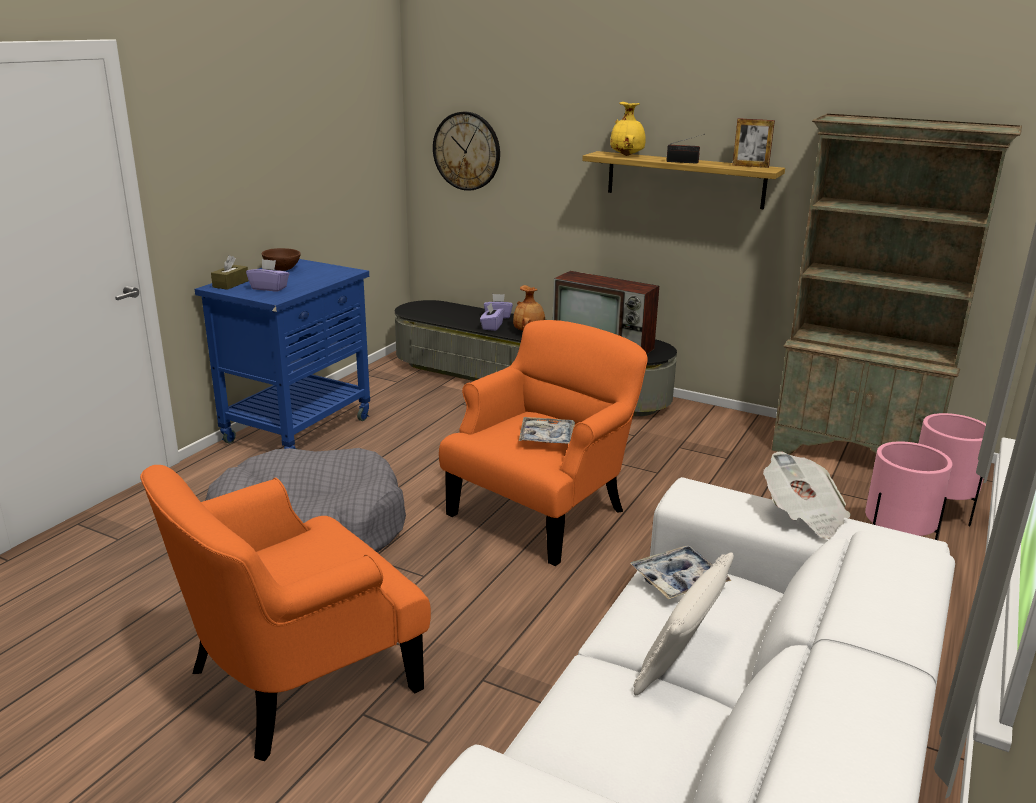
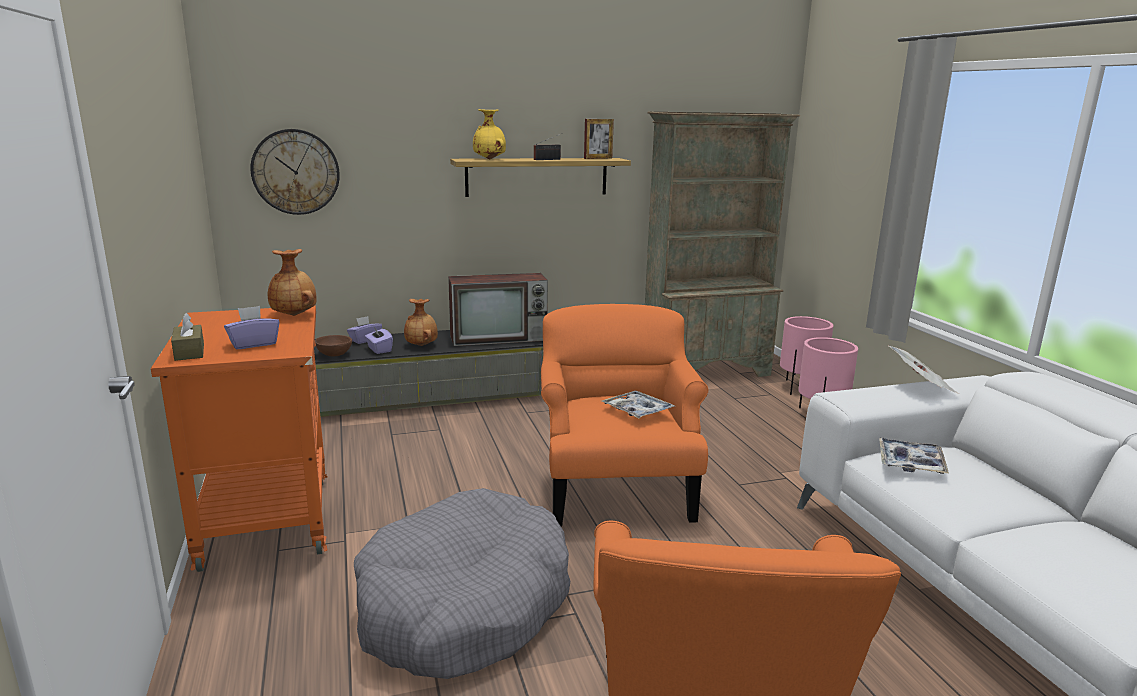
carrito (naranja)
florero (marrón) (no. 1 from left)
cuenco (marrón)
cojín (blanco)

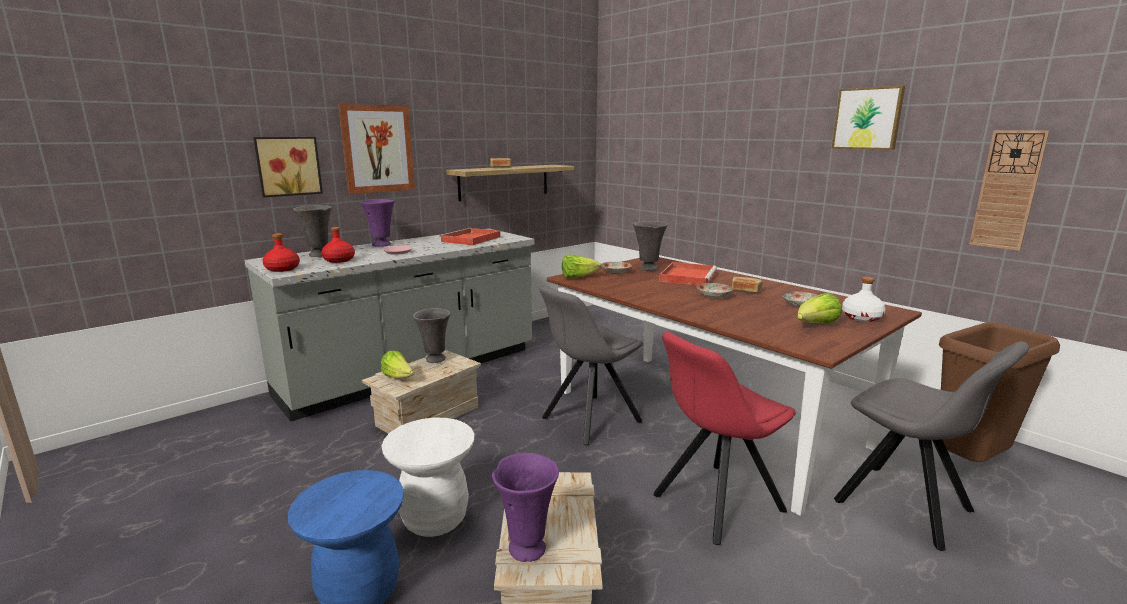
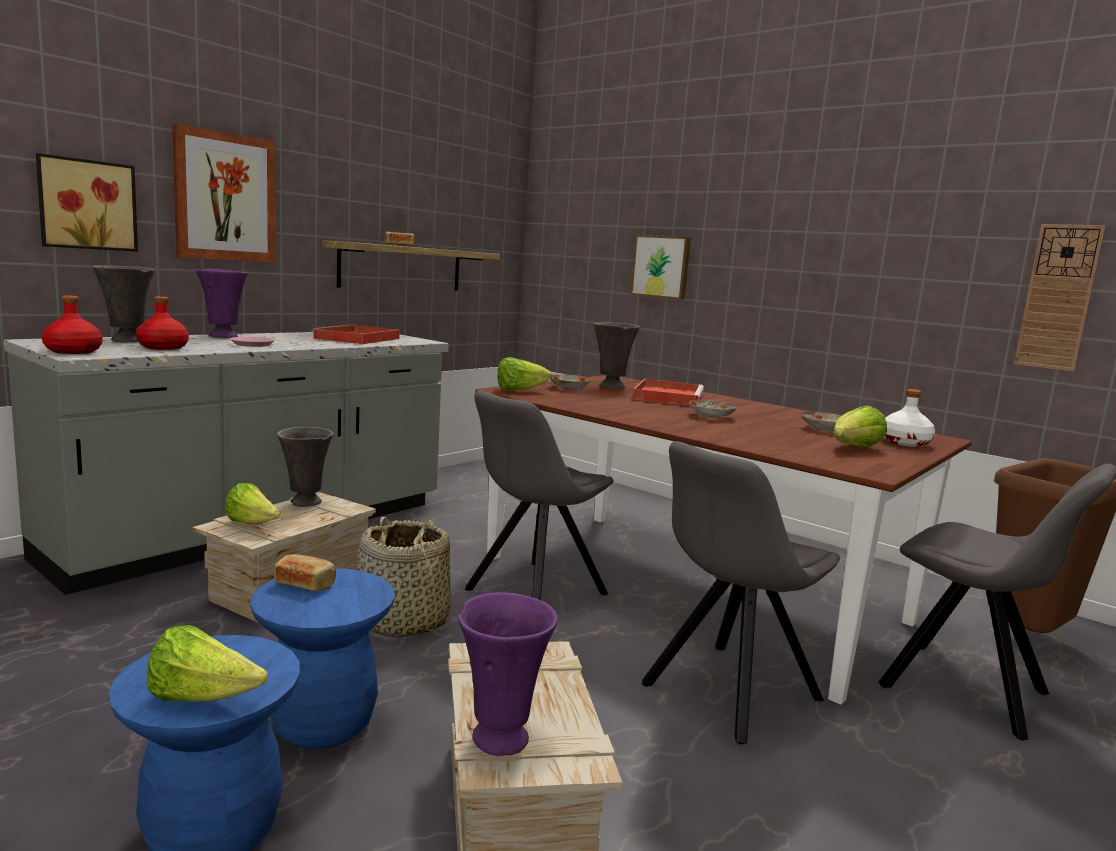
lechuga (no. 1 from left)
taburete (azul) (no. 2 from left)
pan (no. 1 from left)
cesta
cuadro (no. 3 from left)
silla (gris) (no. 2 from left)

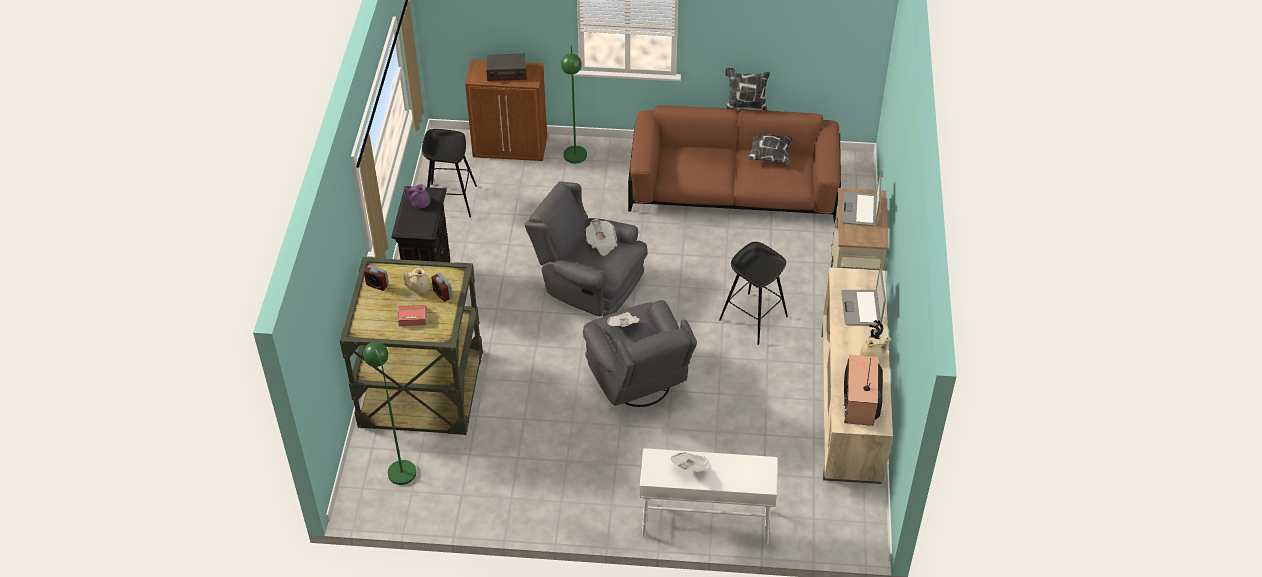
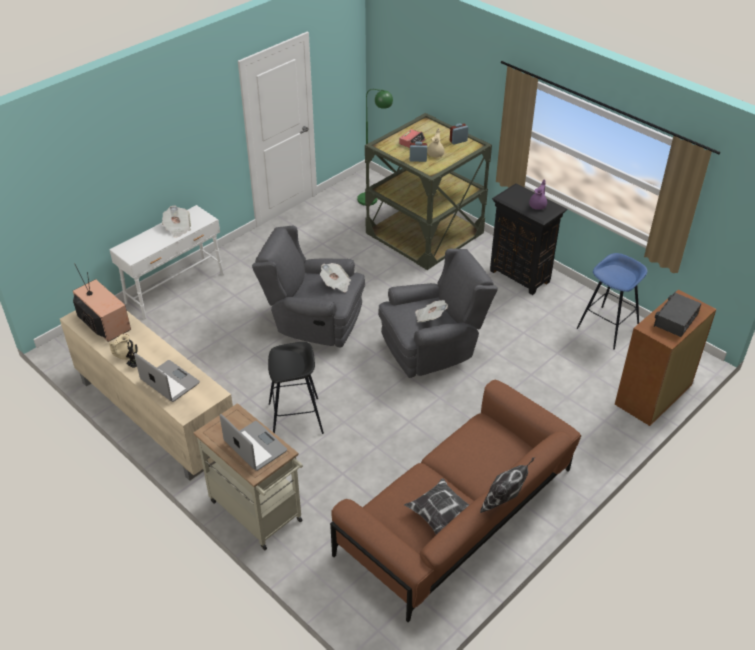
taburete (azul)
lámpara de pie (verde) (no. 2 from left in the first image)

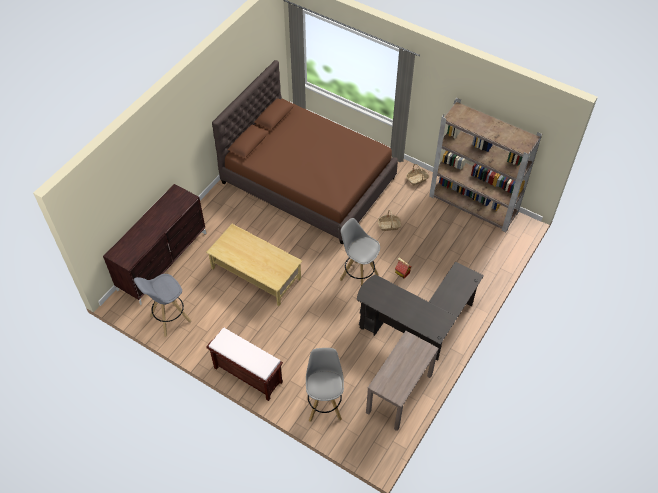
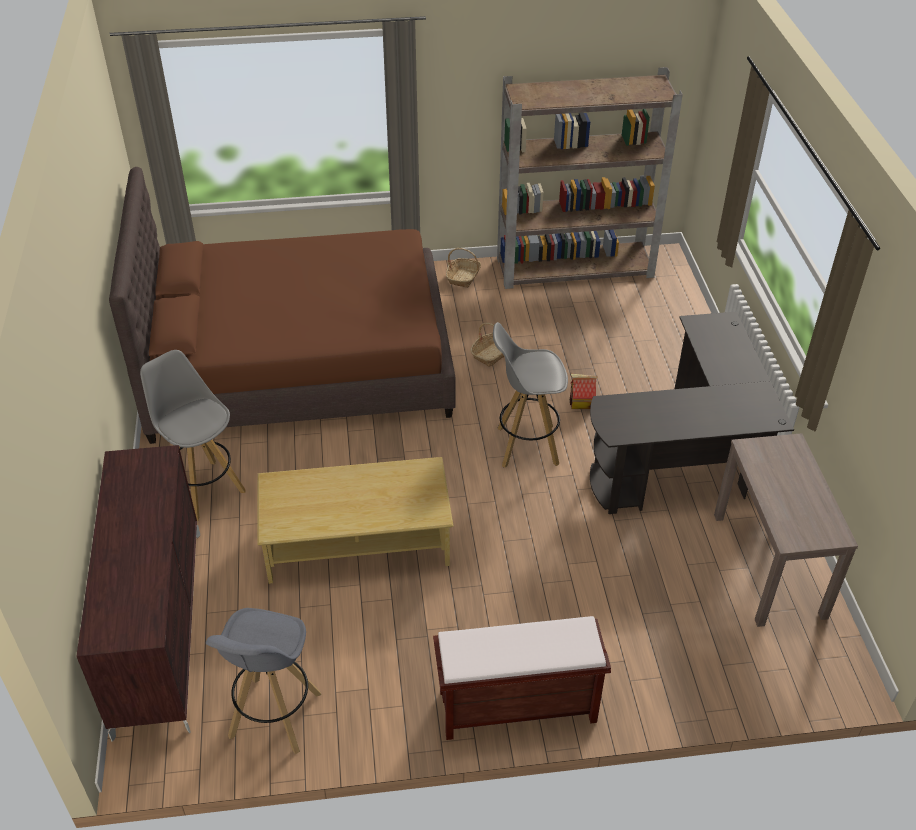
taburete (gris) (no. 1 from left)

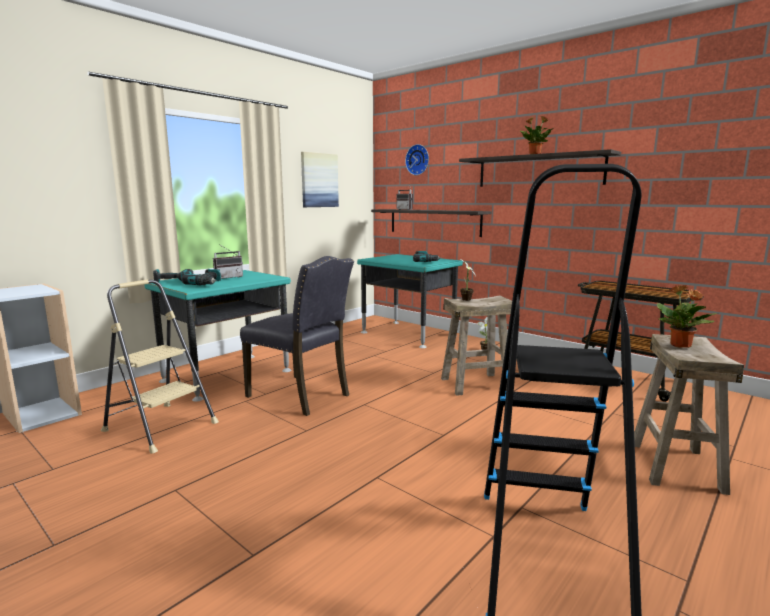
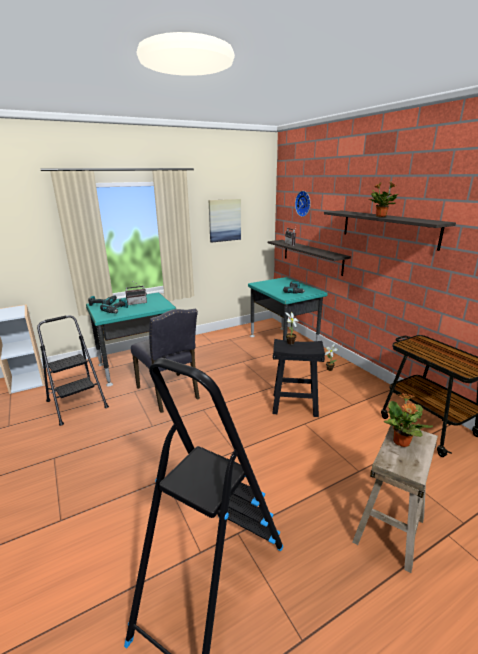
escalera de tijera (negro) (no. 1 from left)
taburete (negro)

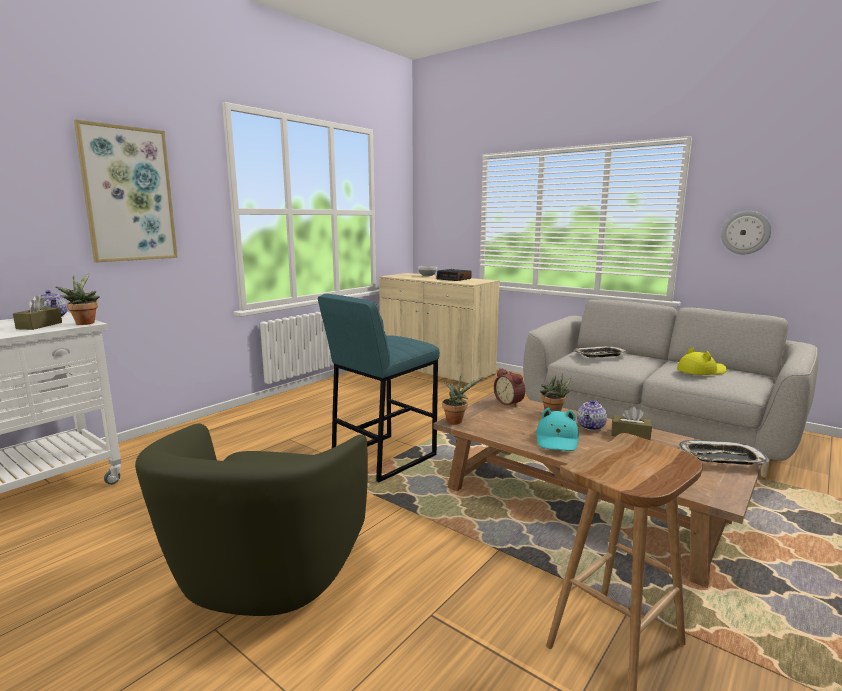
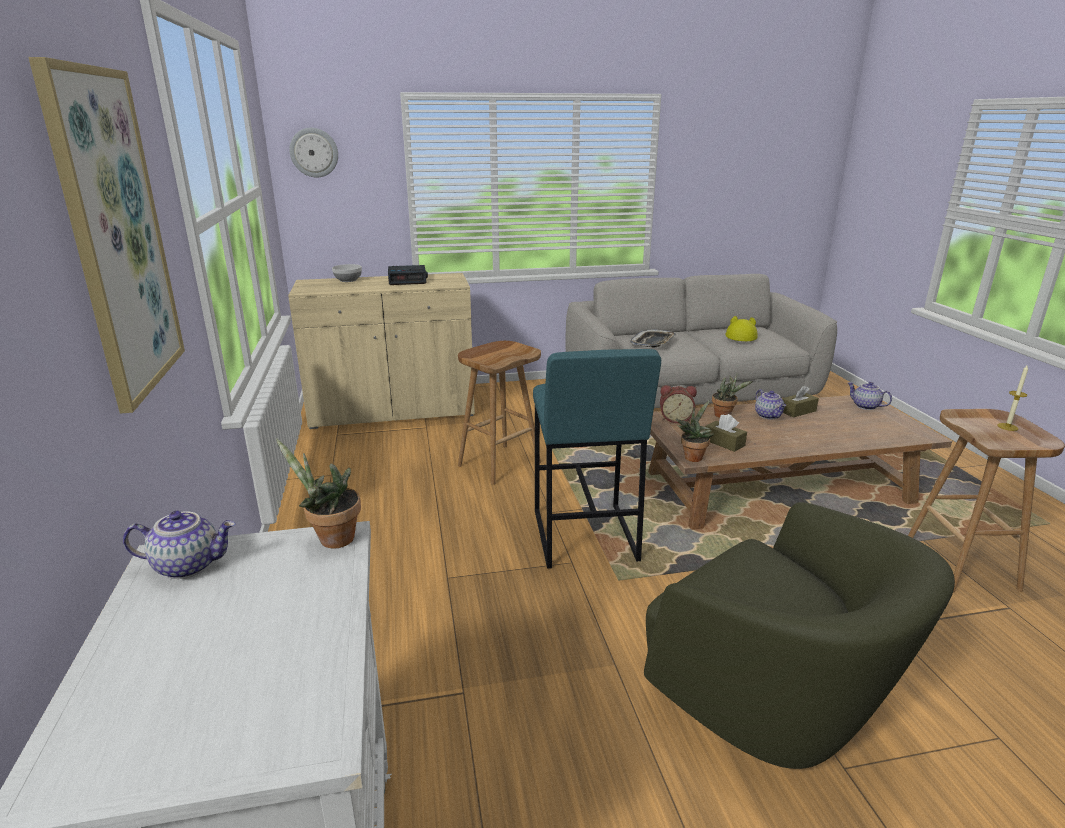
reloj de pared
taburete (marrón) (no. 1 from left)
caja de pañuelos (marrón) (no. 1 from left)
tetera (no. 3 from left)
vela
sombrero (turquesa)

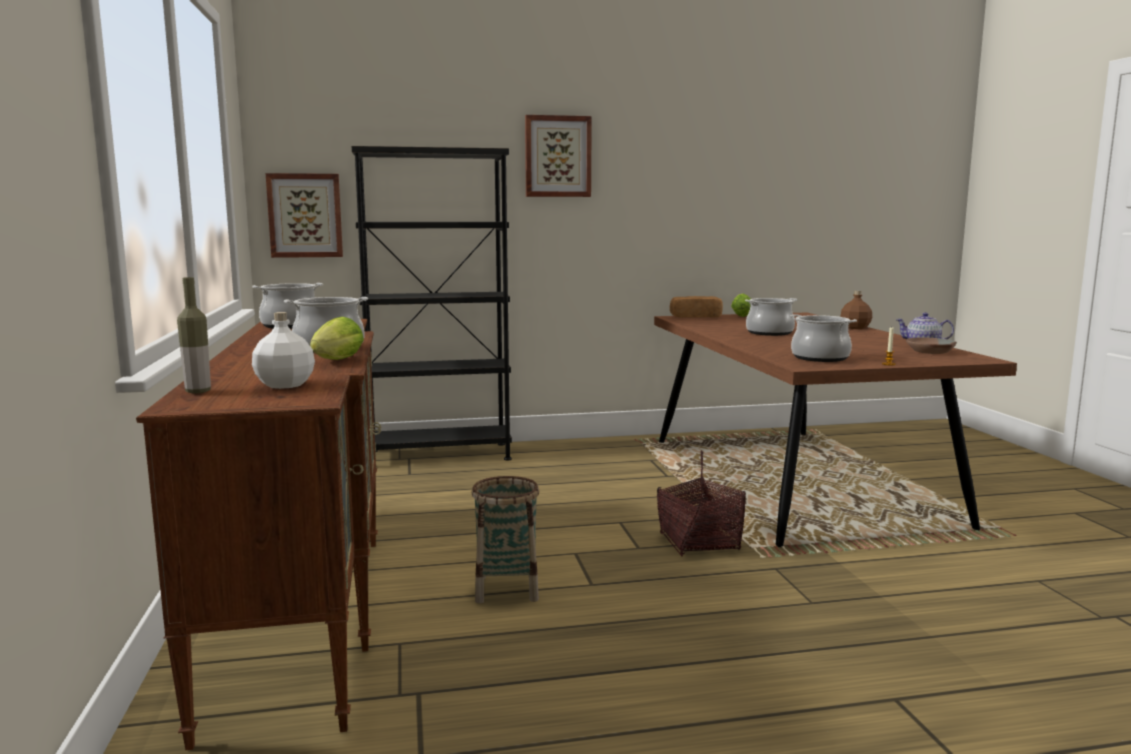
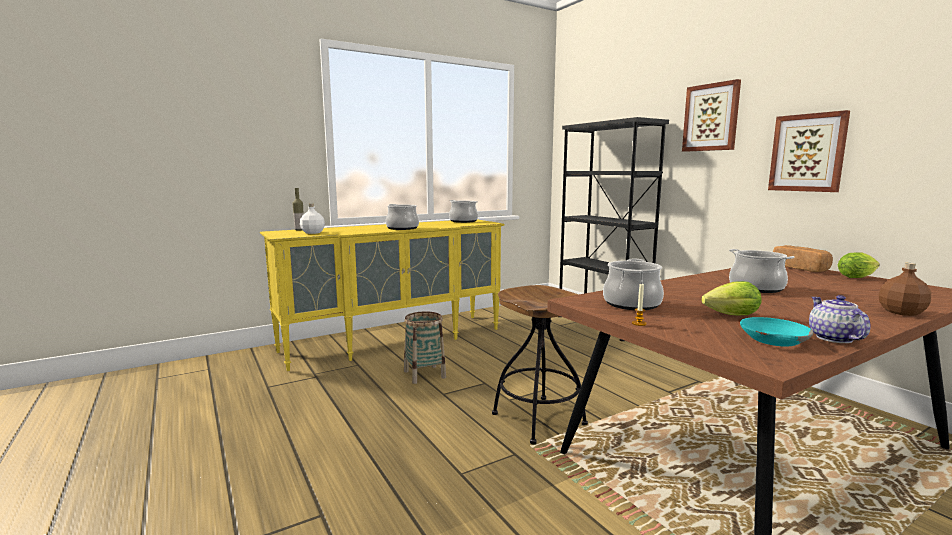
armario (amarillo)
taburete (marrón)
lechuga (no. 1 from left)
cuenco (turquesa)
cuadro (no. 2 from left)

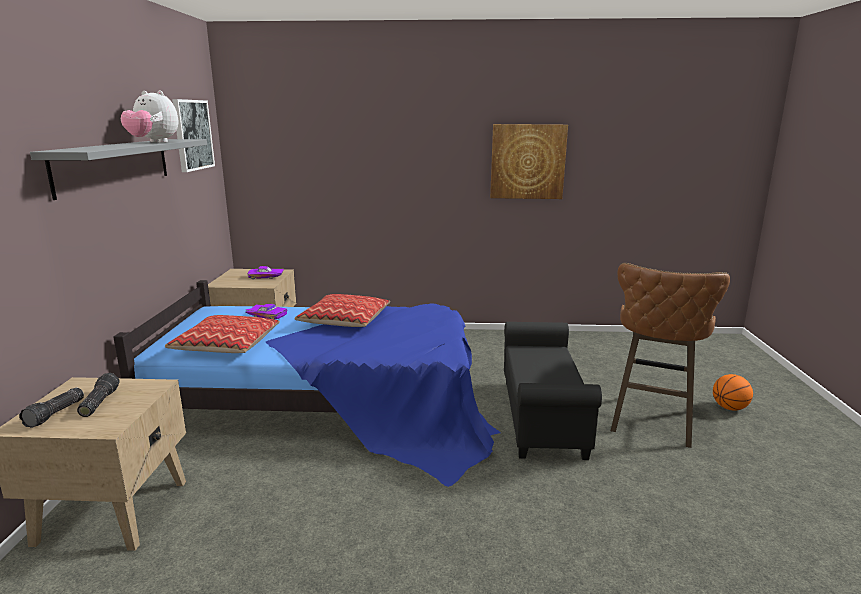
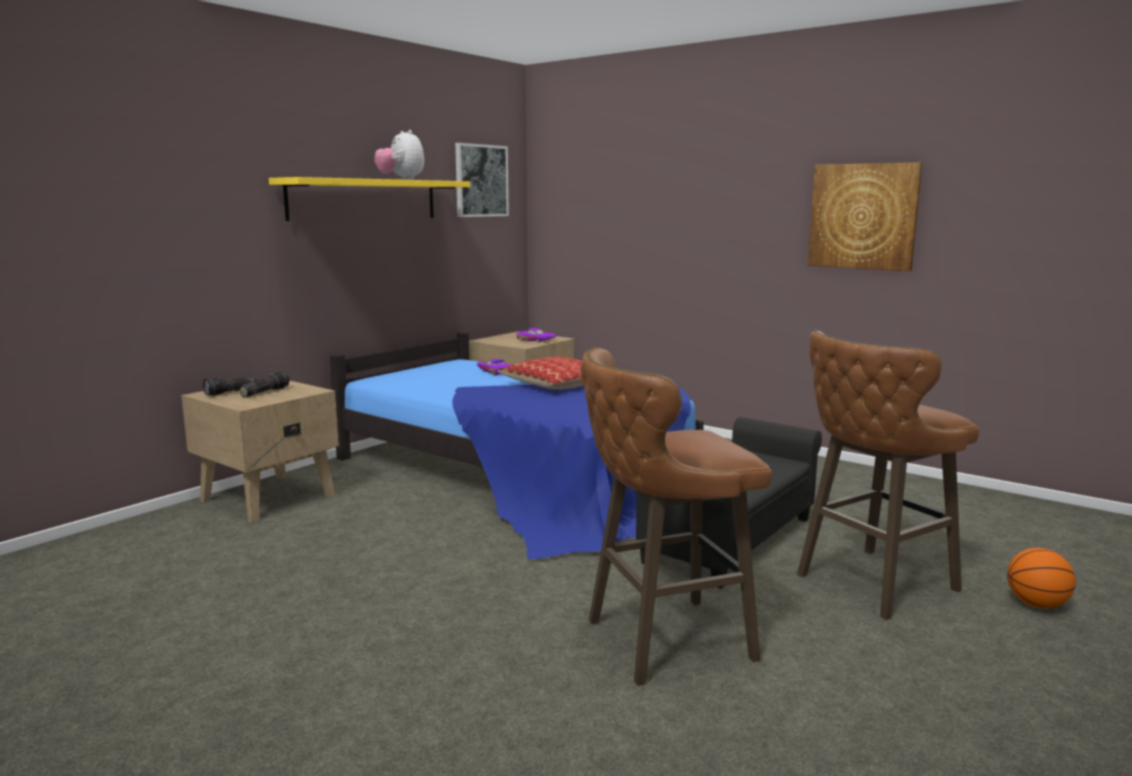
estante (amarillo)
taburete (marrón) (no. 1 from left)
cojín (no. 1 from left in the first image)

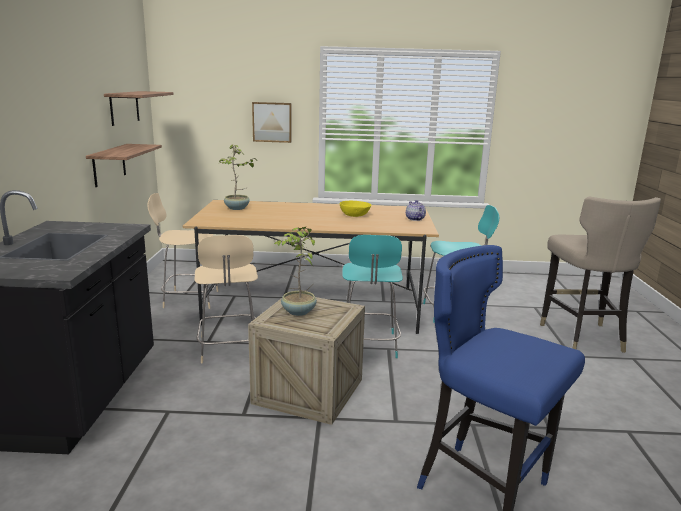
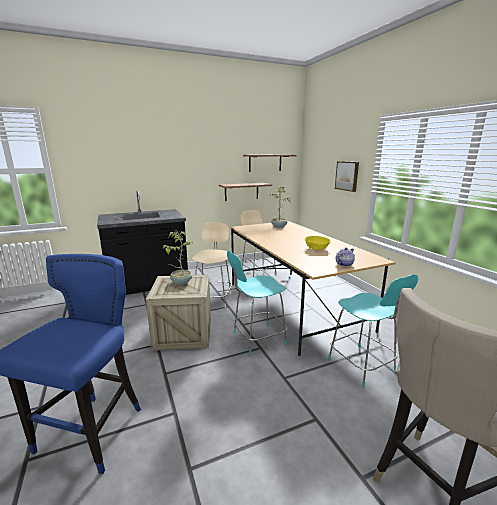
silla (beis) (no. 1 from left)

